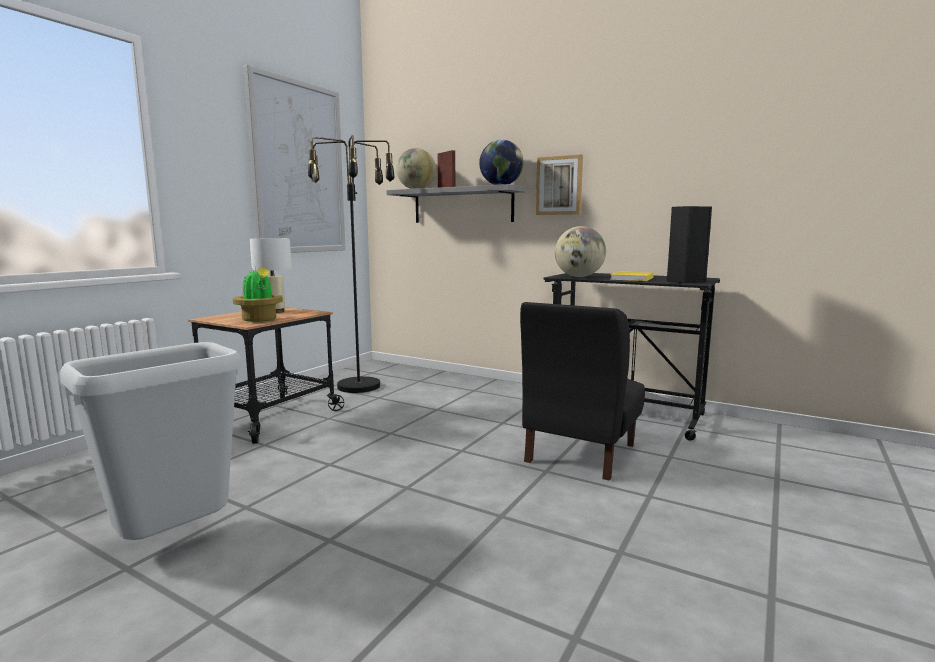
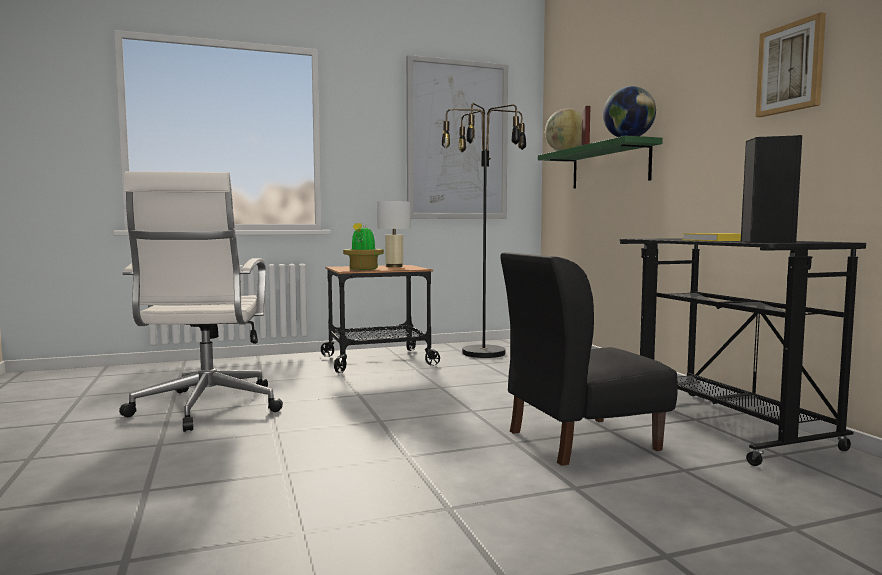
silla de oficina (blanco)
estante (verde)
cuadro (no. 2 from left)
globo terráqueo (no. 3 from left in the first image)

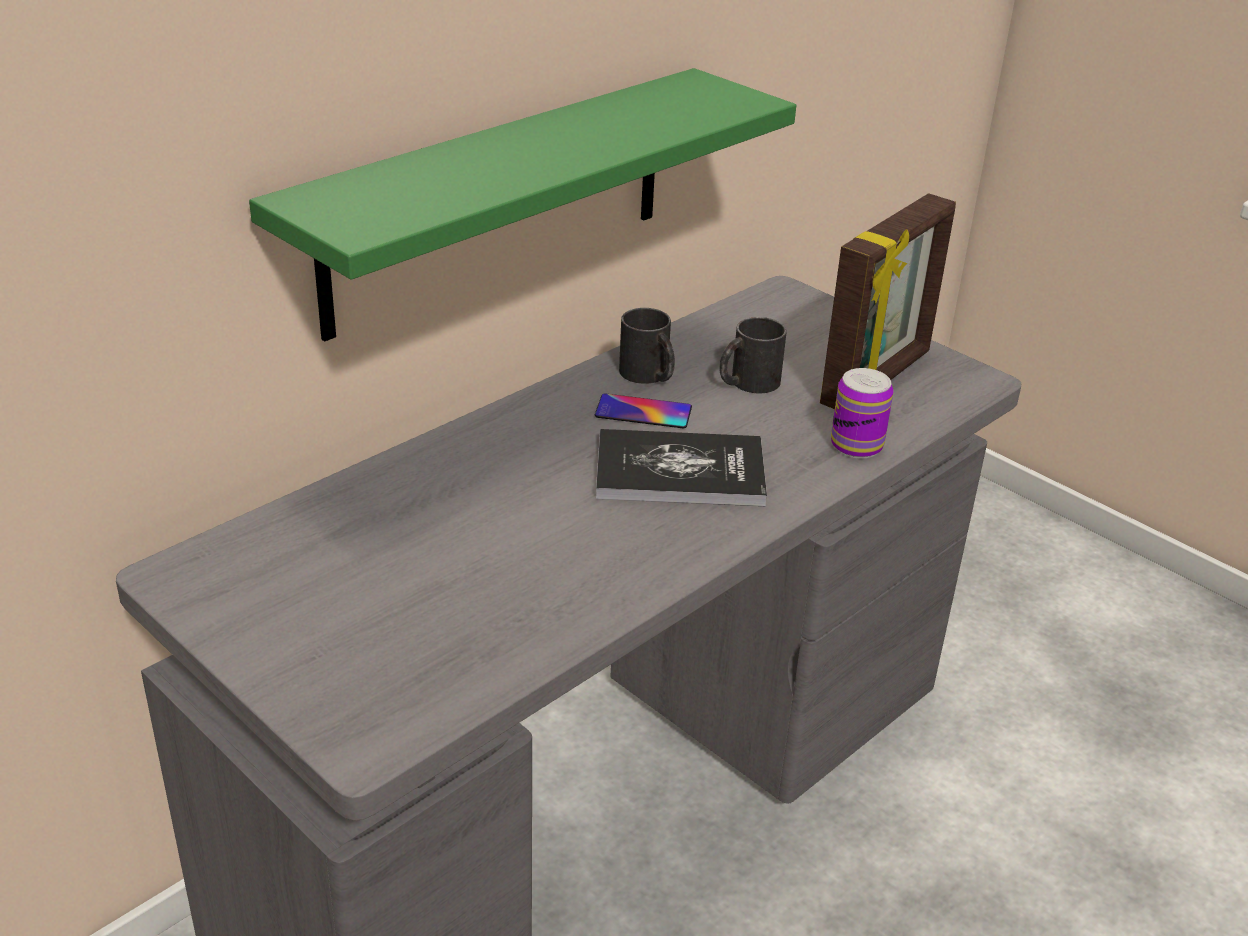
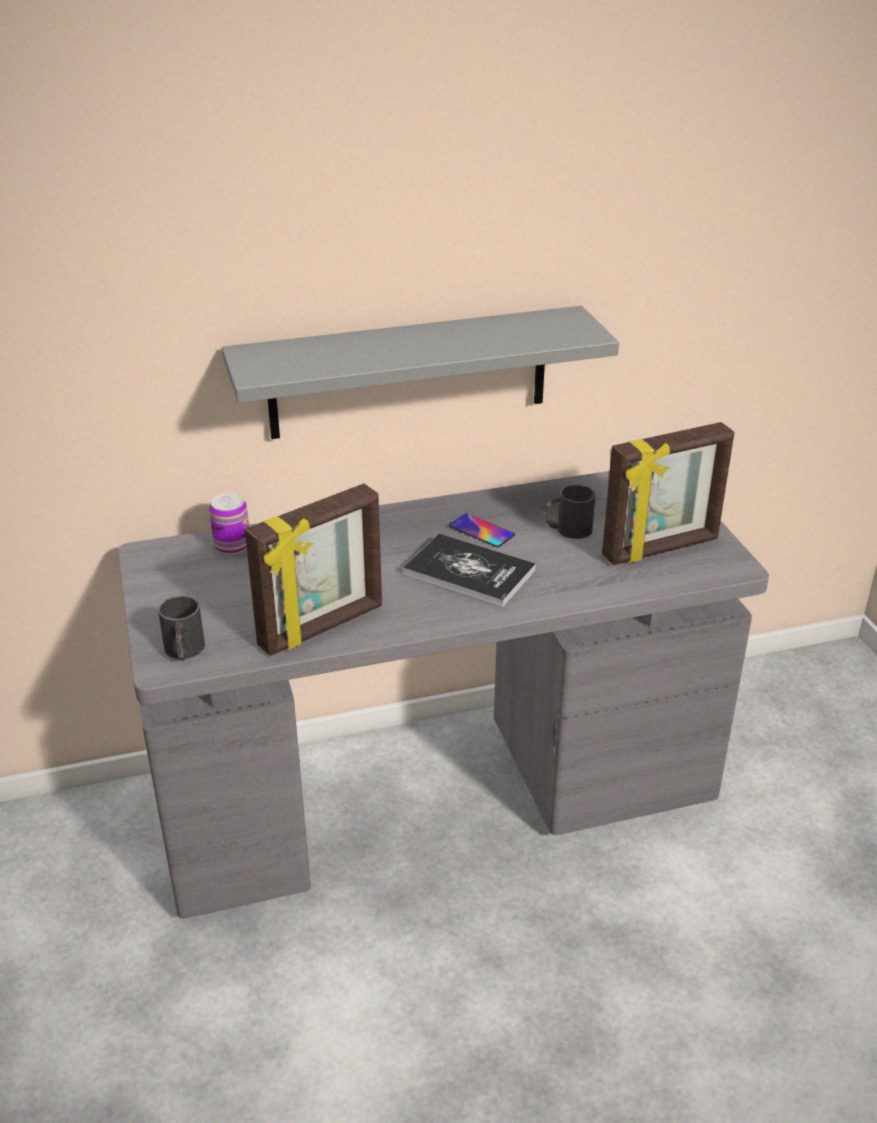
taza grande (negro) (no. 1 from left)
lata
estante (gris)
portarretratos (no. 1 from left)

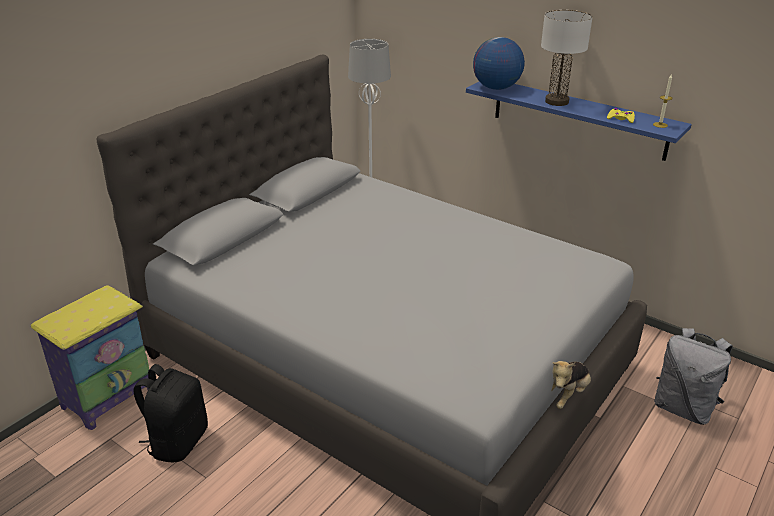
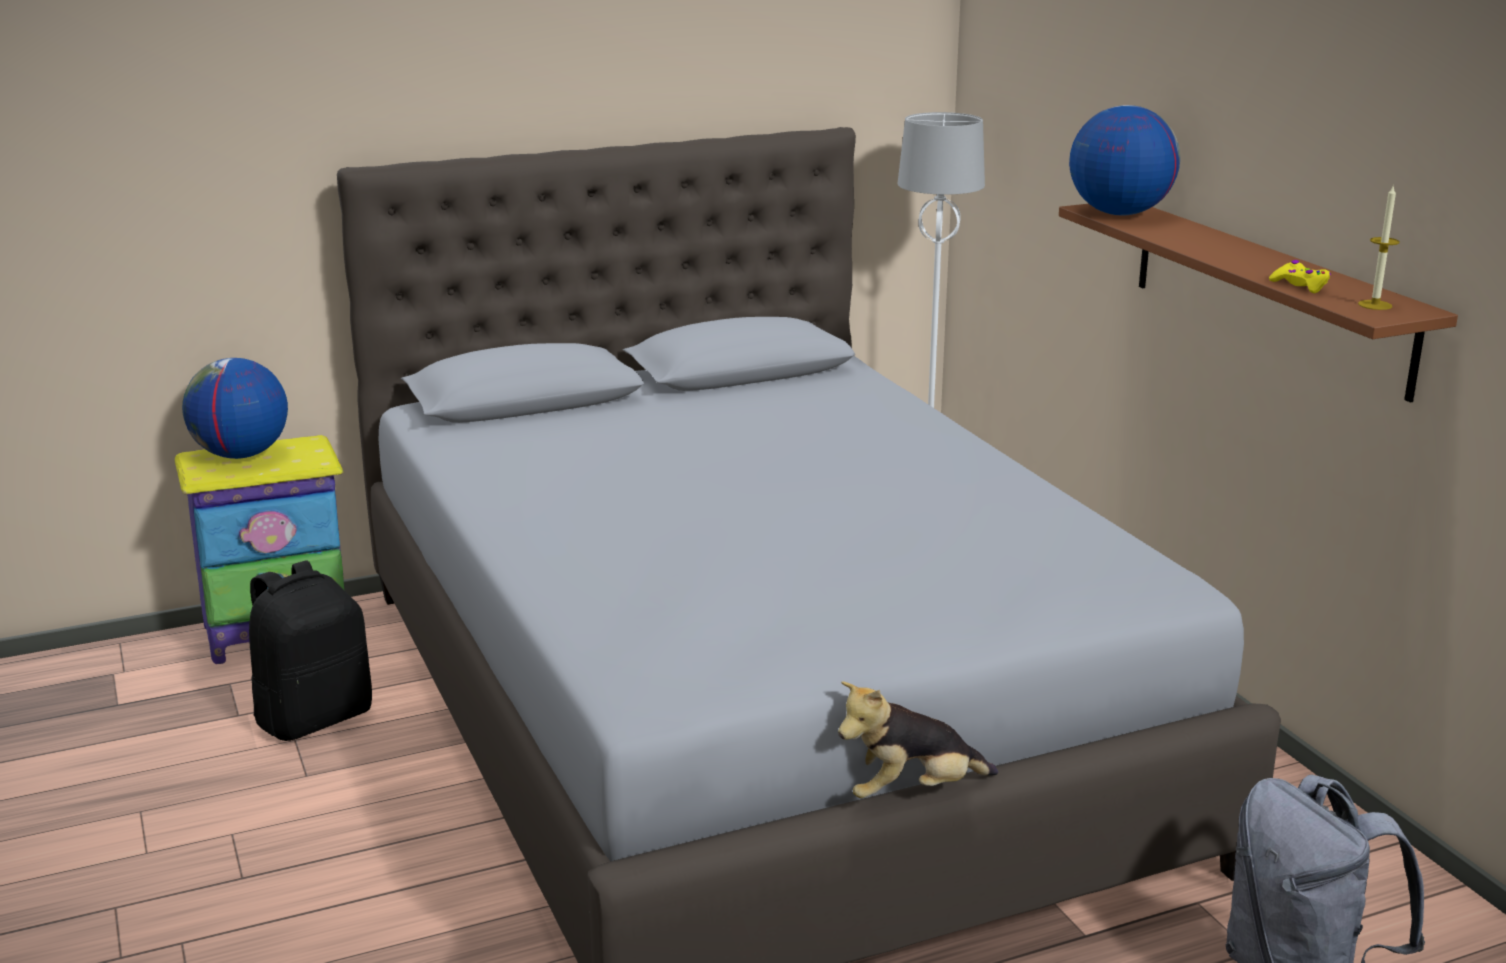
globo terráqueo (no. 1 from left)
estante (marrón)
lámpara de mesa

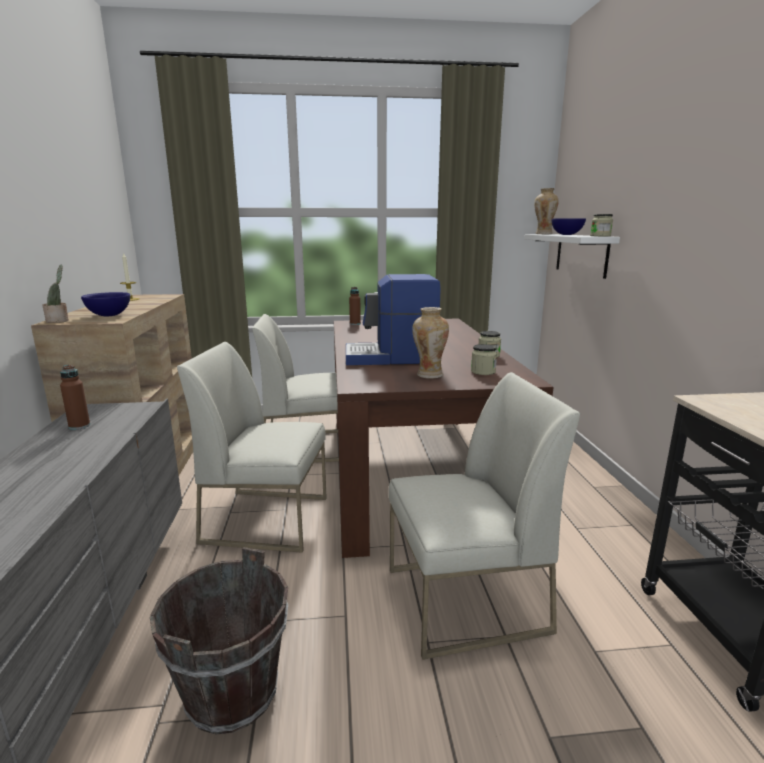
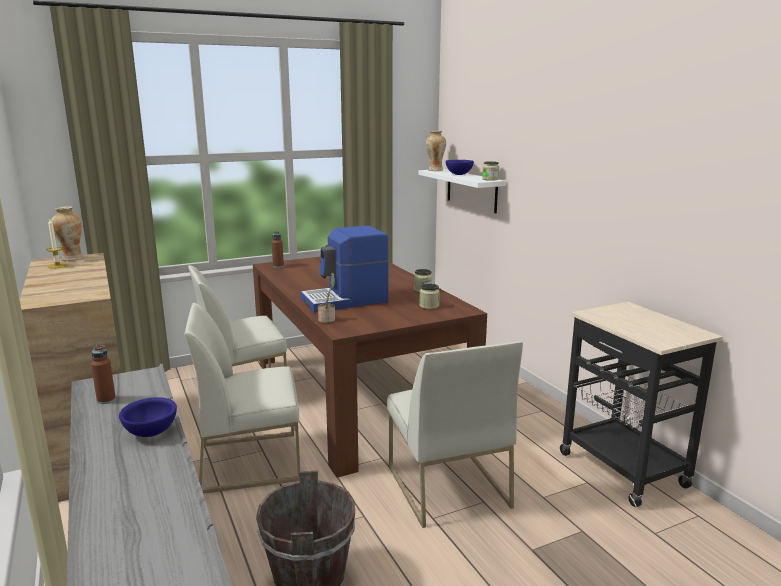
florero (no. 1 from left)
cuenco (azul) (no. 1 from left)
planta en maceta
silla (blanco) (no. 3 from left)

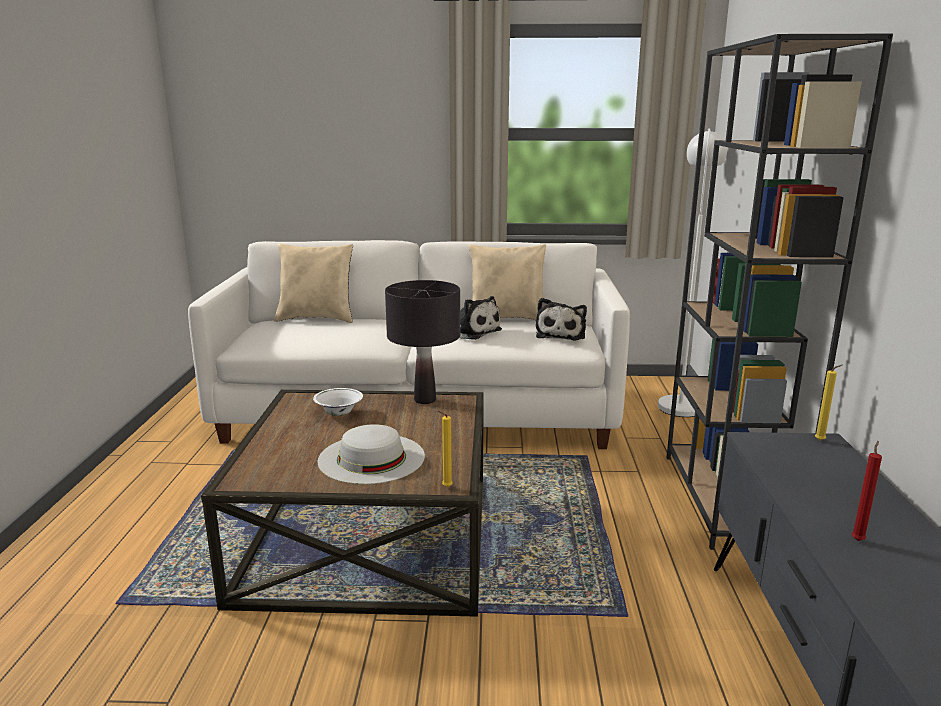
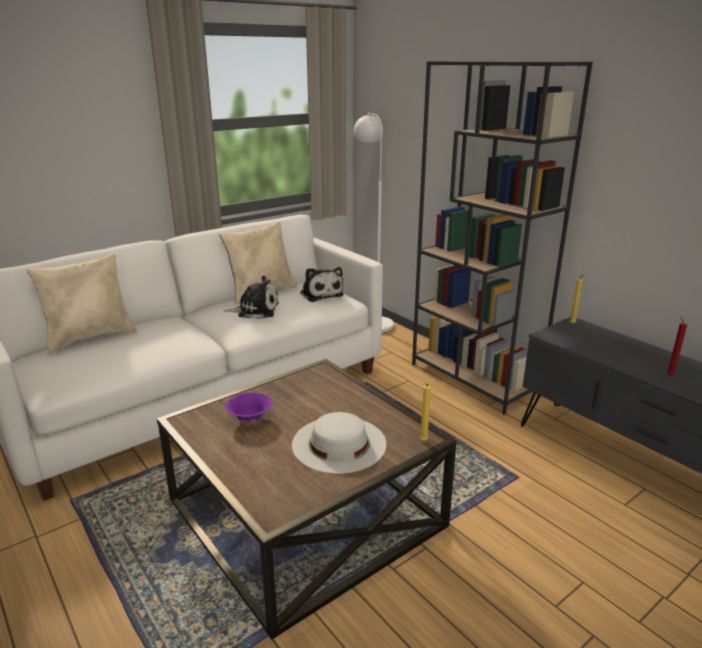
cuenco (morado)
lámpara de mesa (negro)

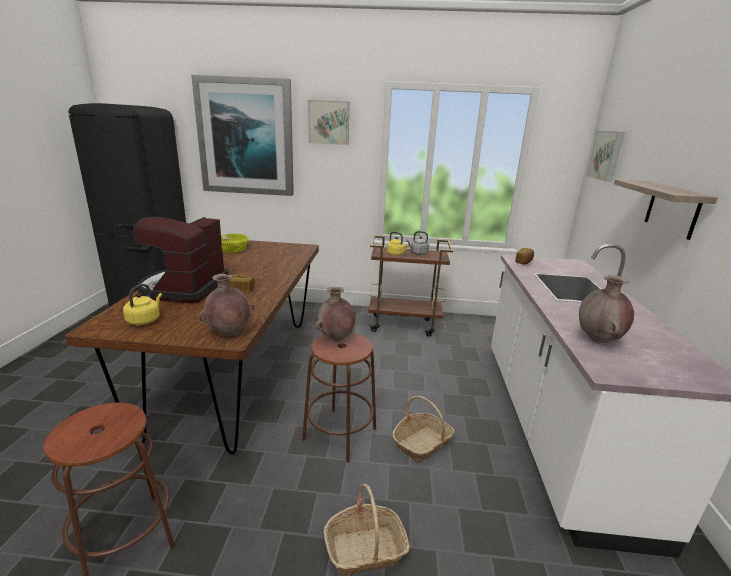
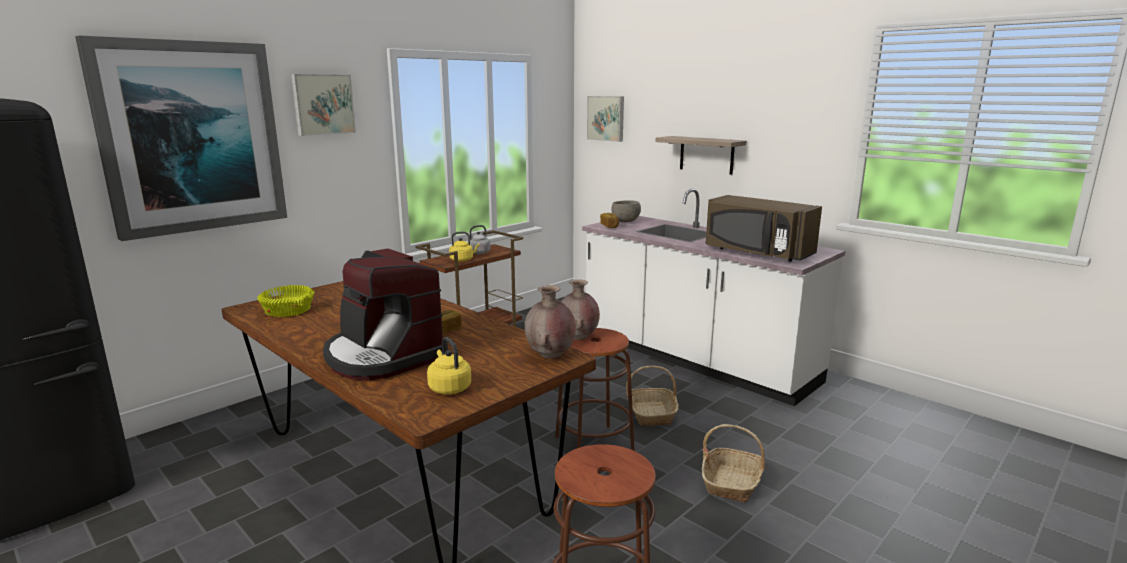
cuenco (gris)
microondas (marrón)

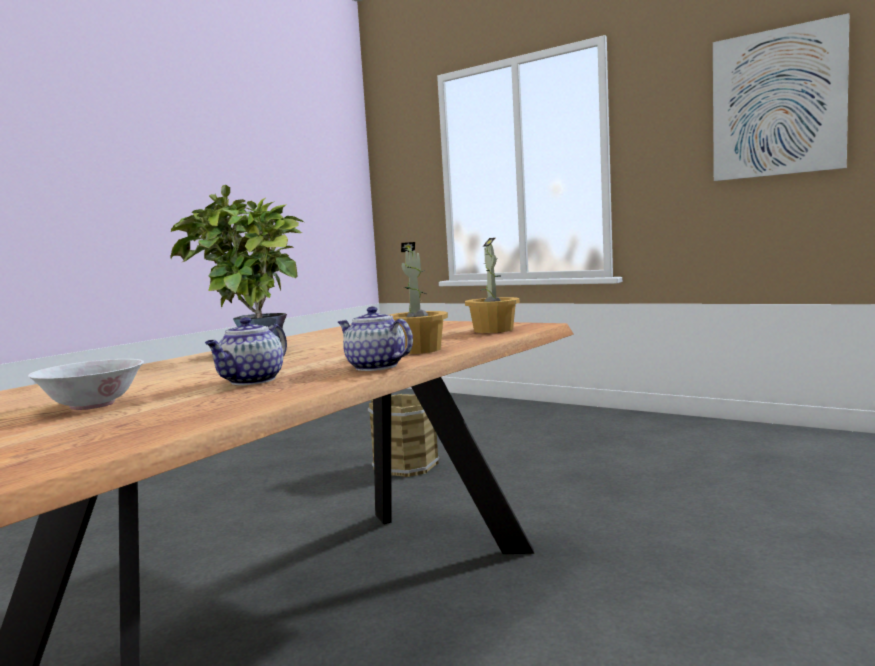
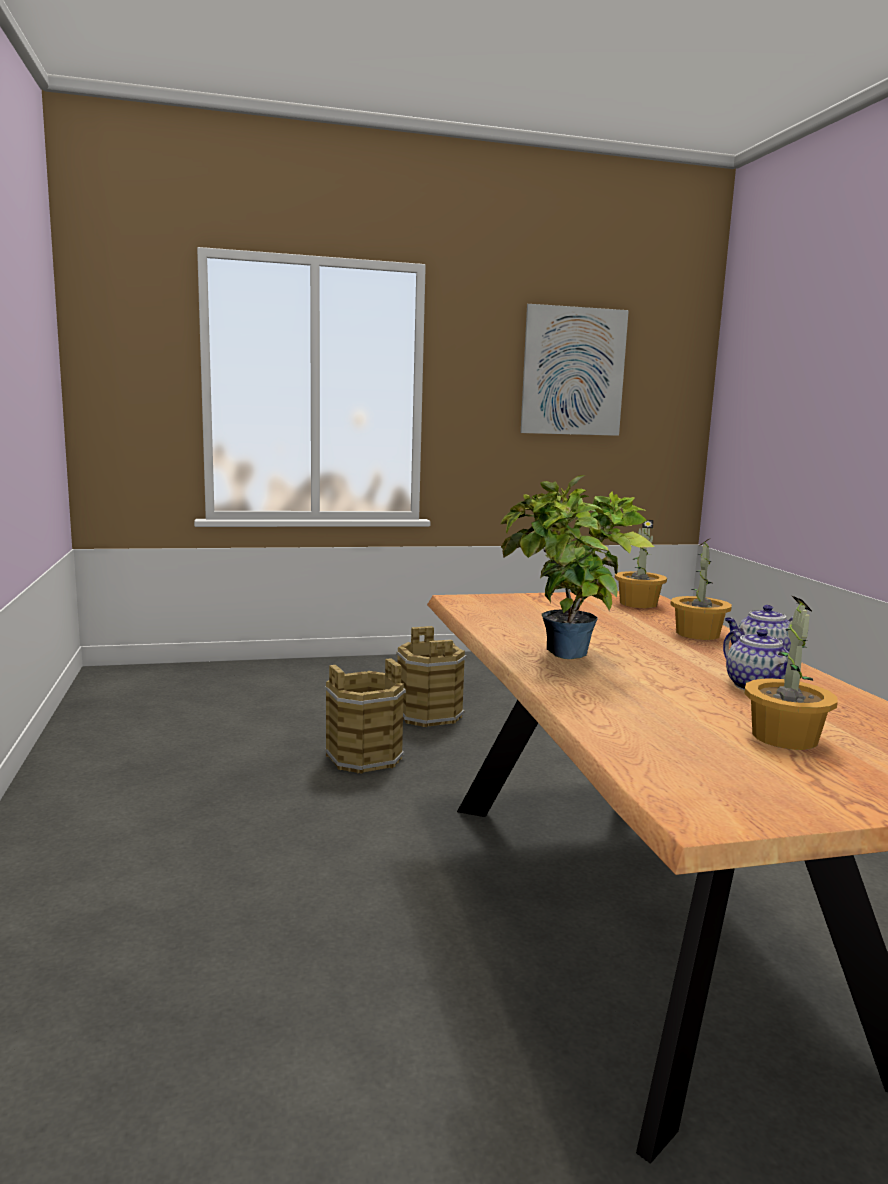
cubo (marrón) (no. 2 from left)
planta en maceta (no. 4 from left)

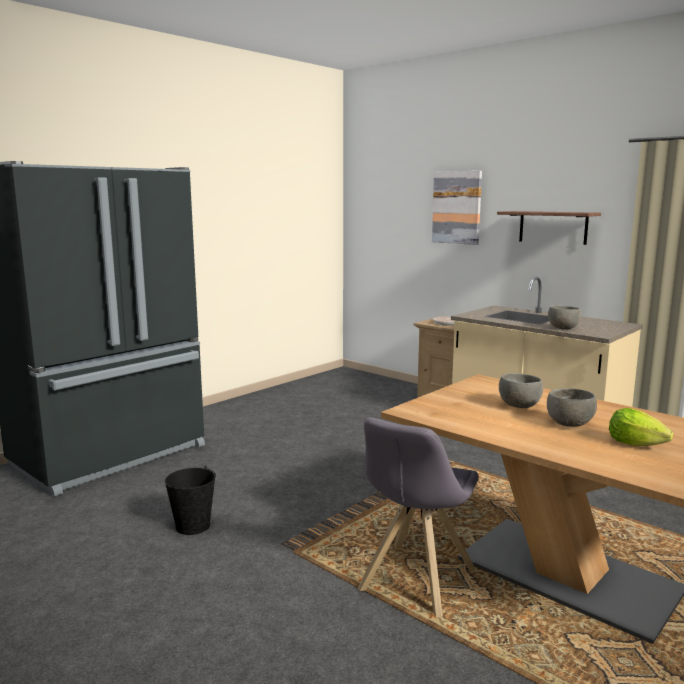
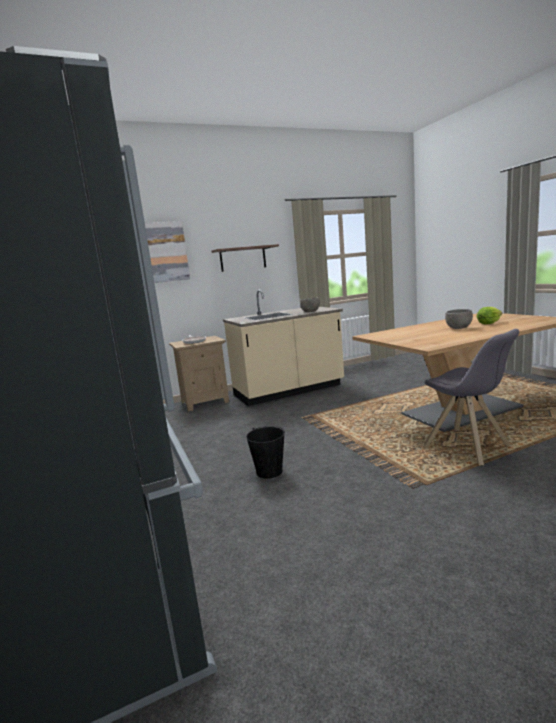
cubo (negro)
cuenco (gris) (no. 1 from left in the first image)

